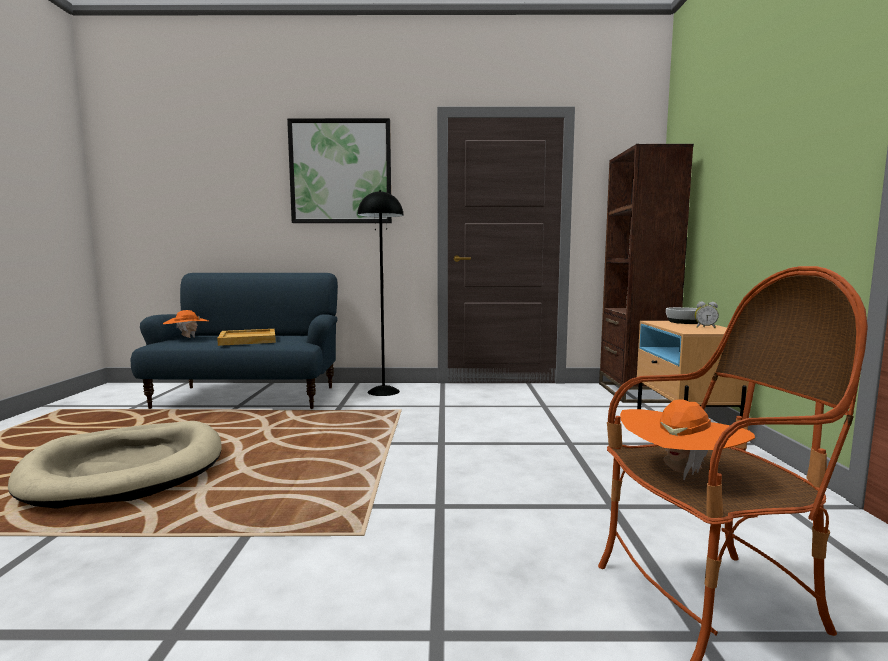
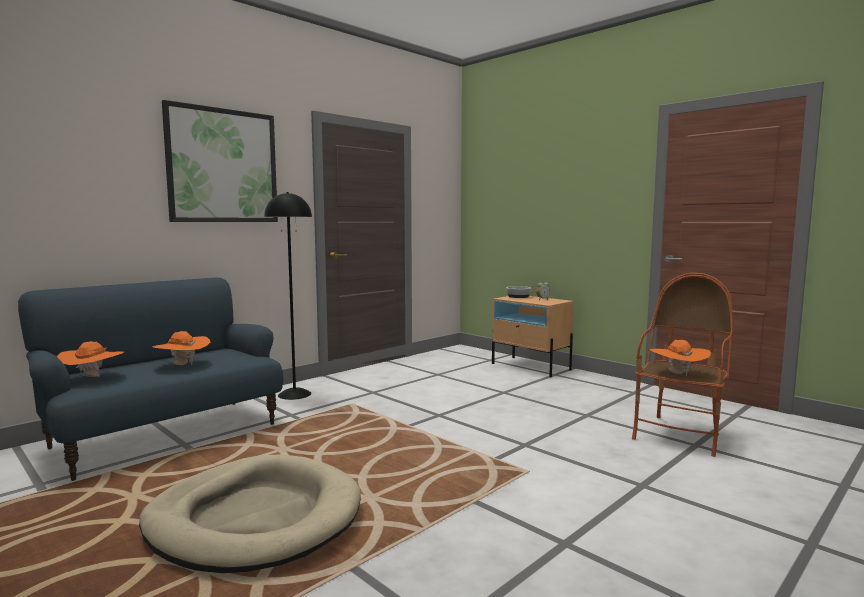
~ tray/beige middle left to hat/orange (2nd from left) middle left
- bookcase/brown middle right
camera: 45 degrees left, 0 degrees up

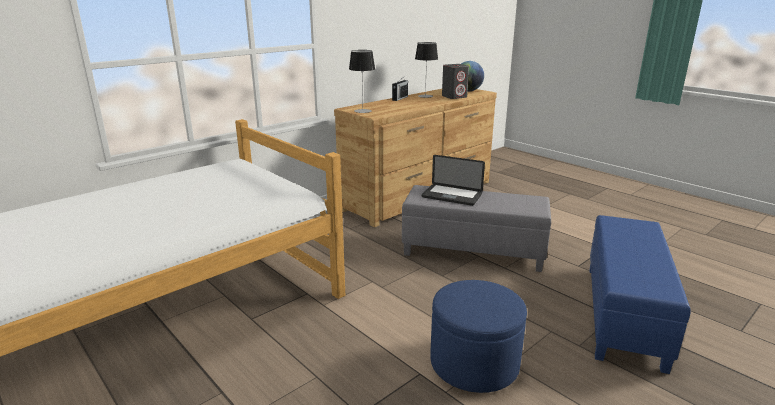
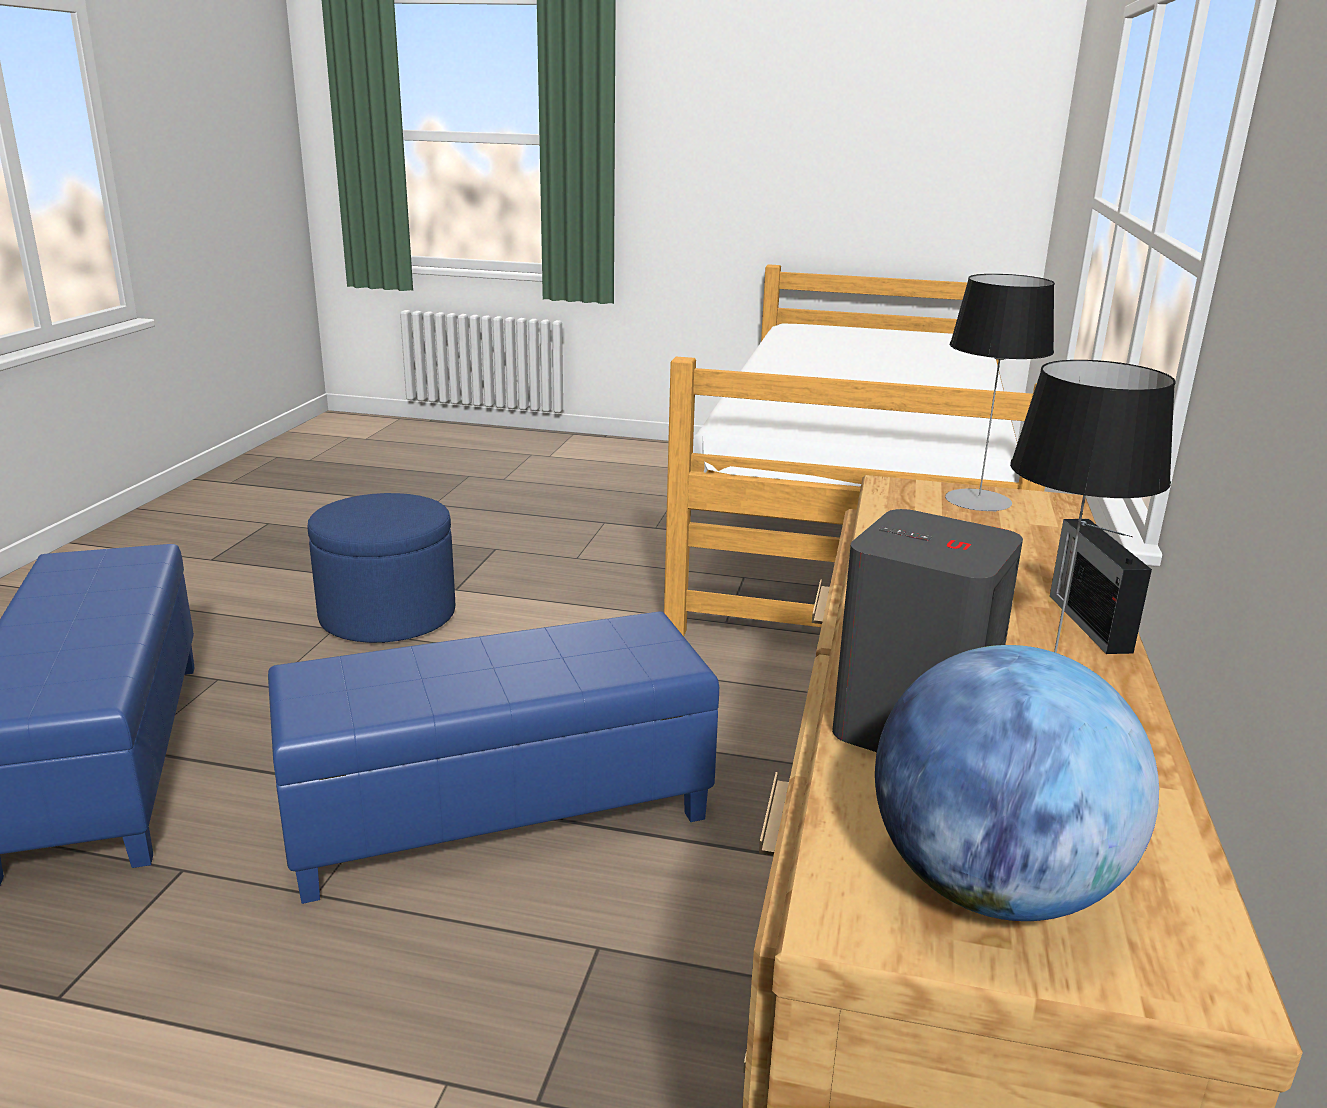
~ ottoman/grey centre to ottoman/blue (3rd from left) bottom centre
- laptop centre
camera: 145 degrees right, 0 degrees up

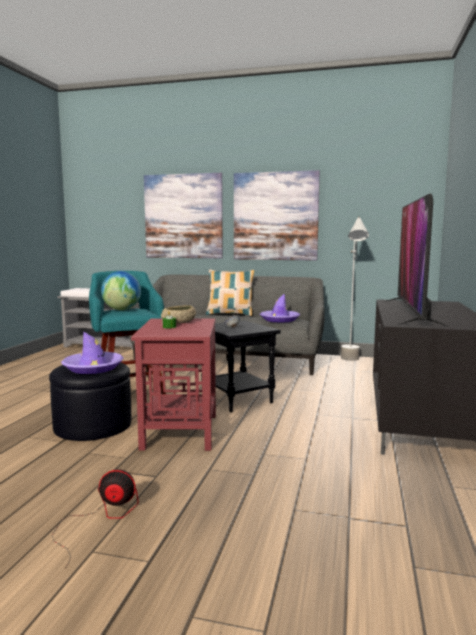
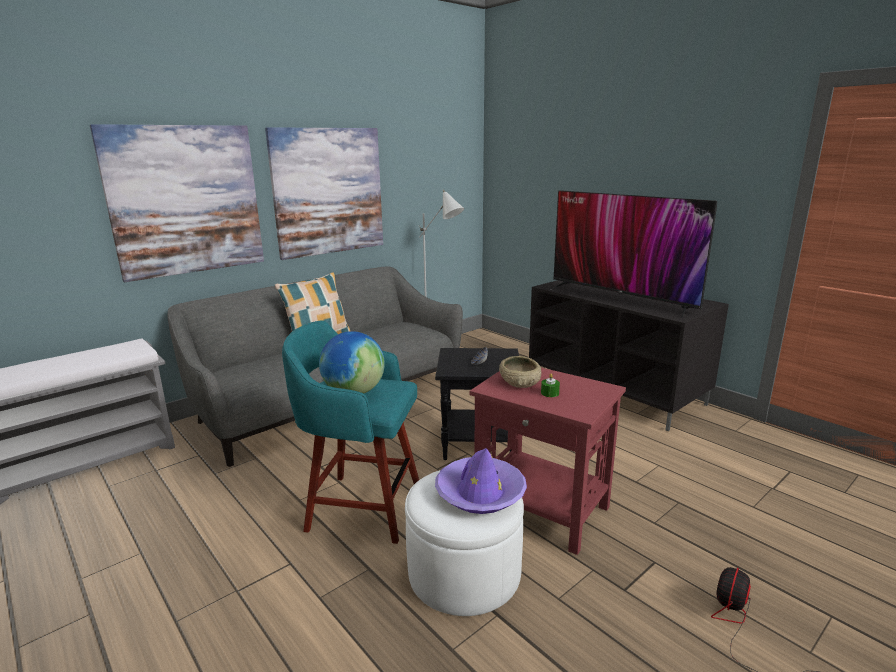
~ ottoman/black middle left to ottoman/white bottom centre
- hat/purple (2nd from left) centre
camera: 55 degrees left, 10 degrees up

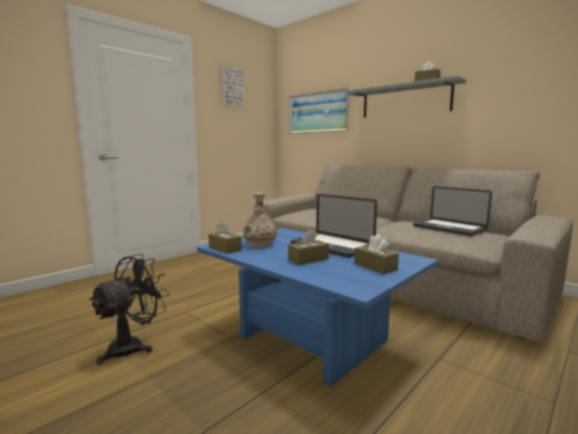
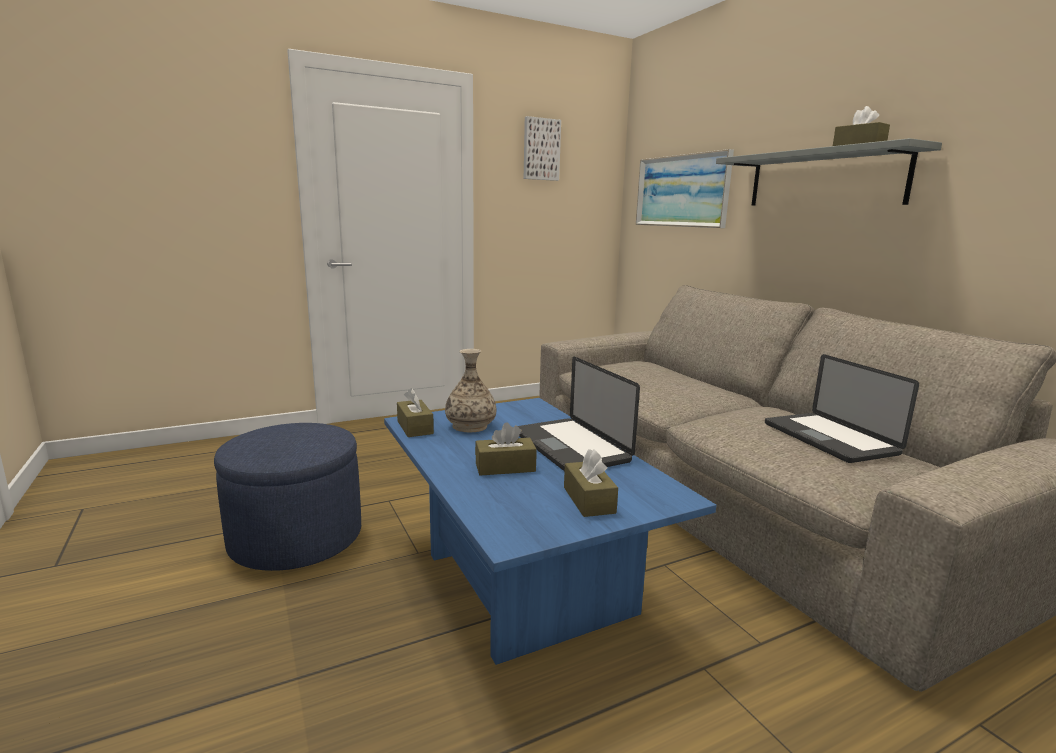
~ fan/black bottom left to ottoman/blue middle left
camera: 20 degrees right, 5 degrees up

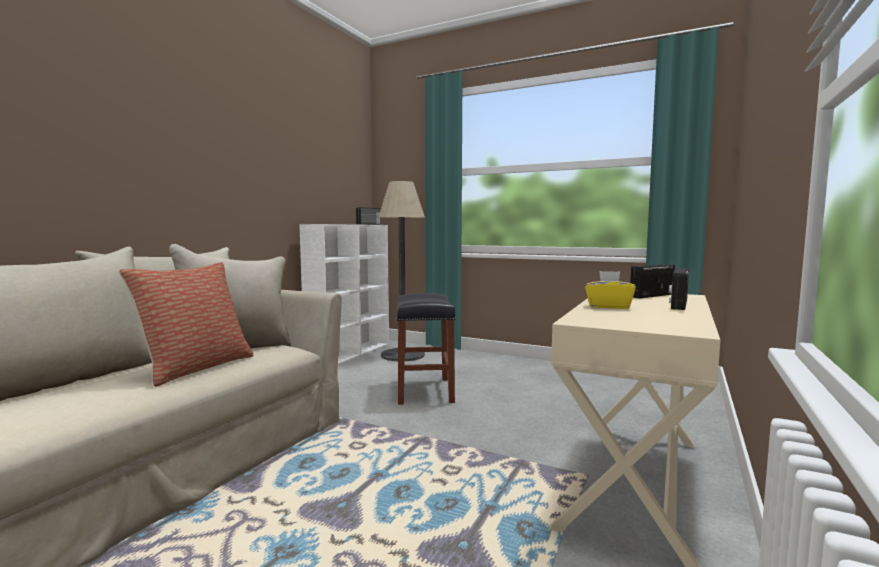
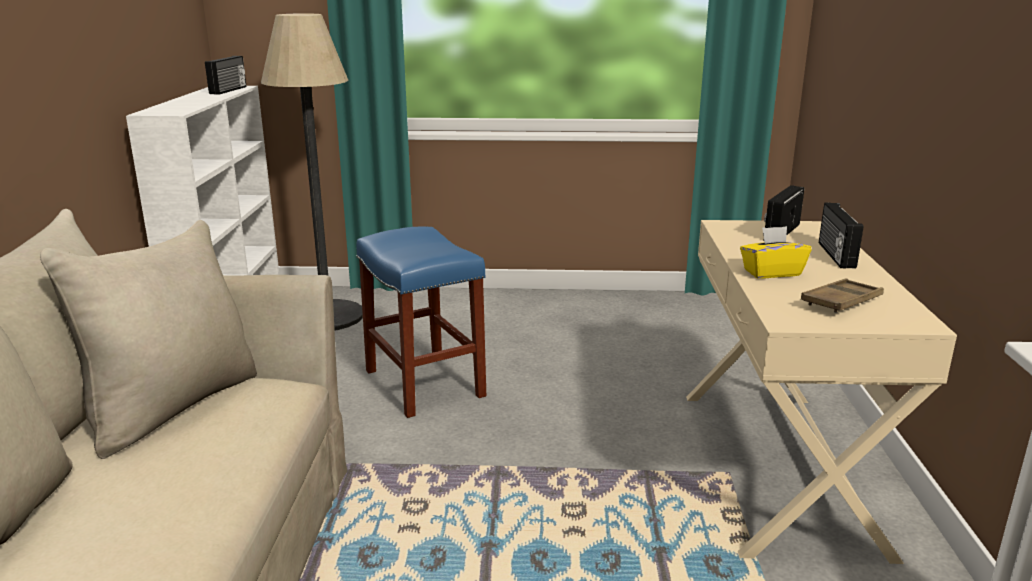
- pillow middle left
~ stool/black centre to stool/blue centre
+ tray/brown middle right
camera: 25 degrees left, 15 degrees up

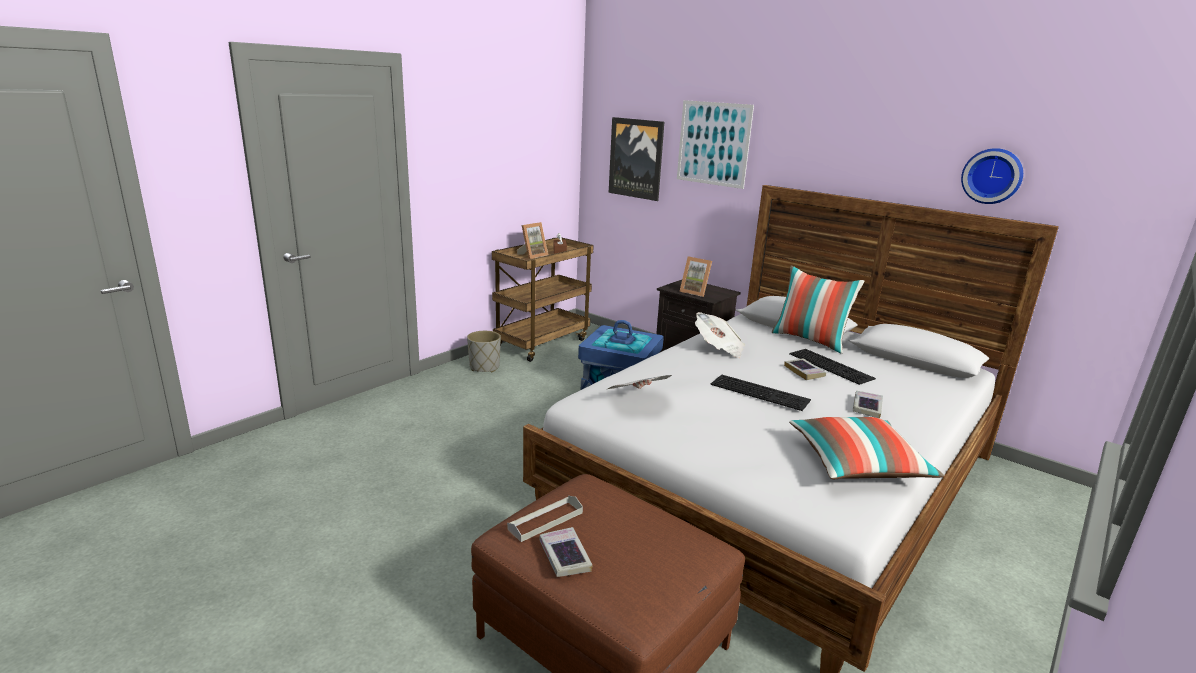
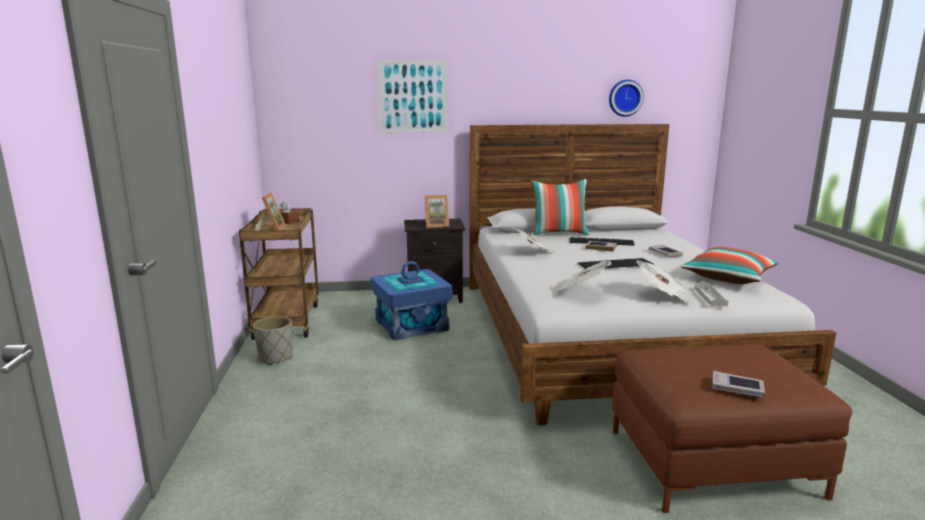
~ tray/grey bottom centre to middle right
- picture (1st from left) top centre
+ newspaper (3rd from left) middle right
camera: 45 degrees left, 5 degrees down

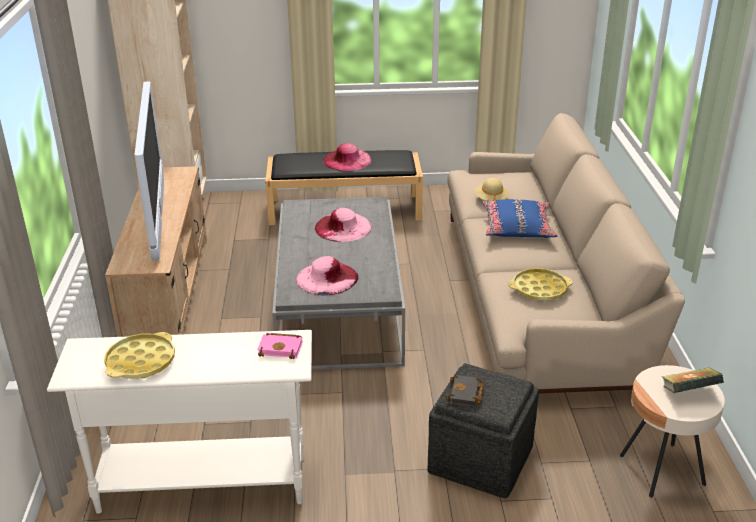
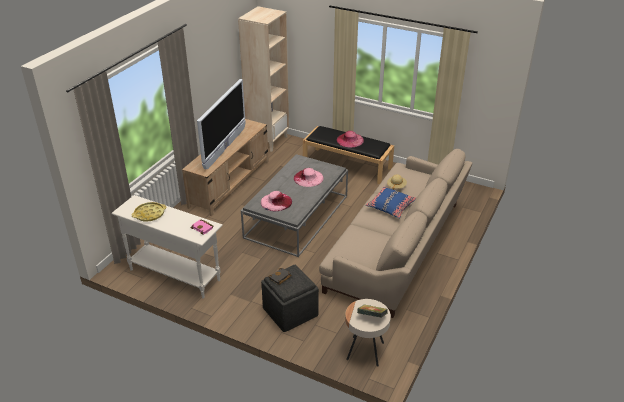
- tray/yellow (2nd from left) middle right
camera: 30 degrees right, 5 degrees up

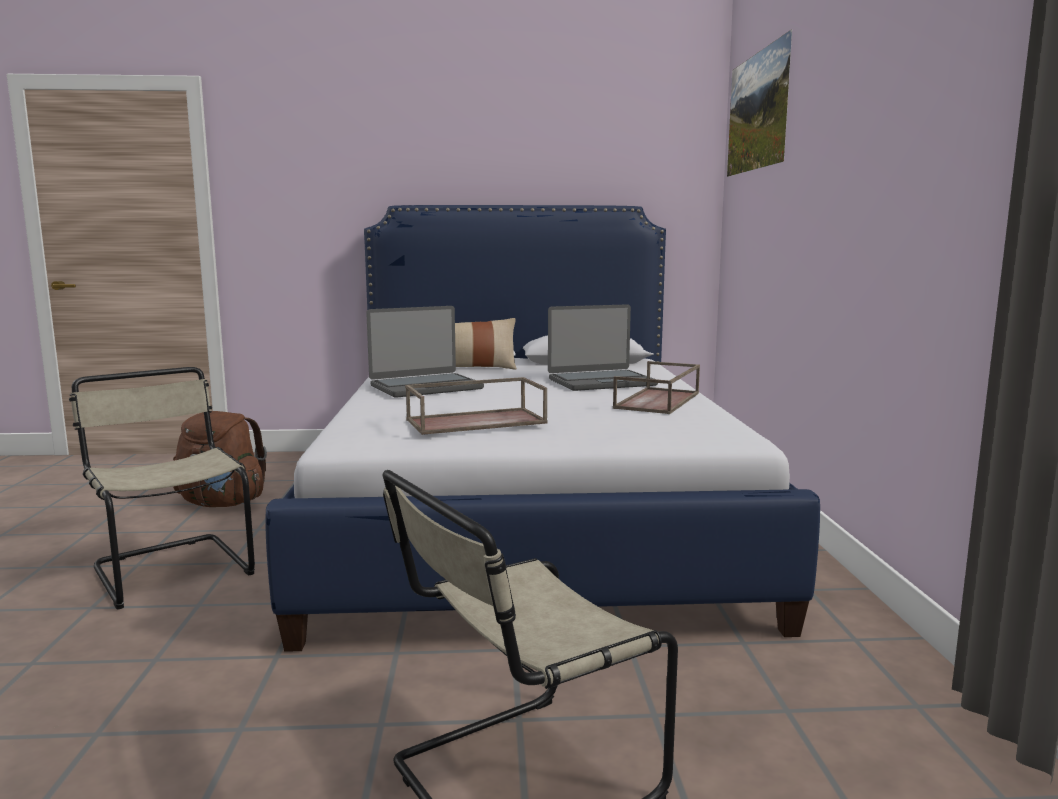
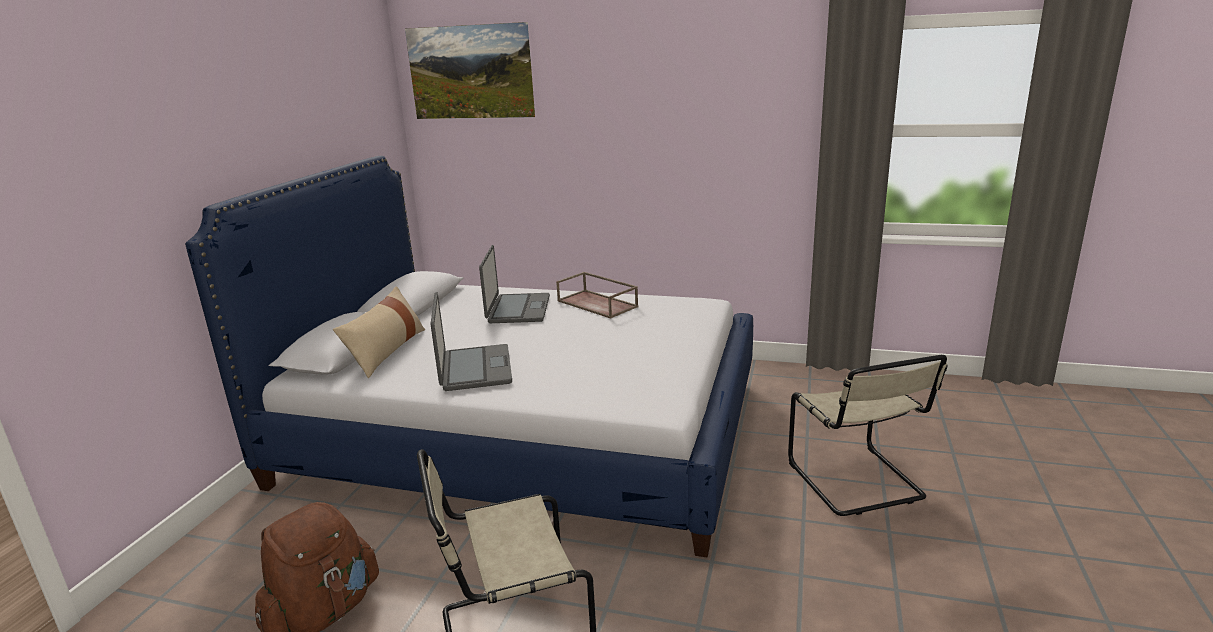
- tray/brown (1st from left) centre
camera: 70 degrees left, 10 degrees up

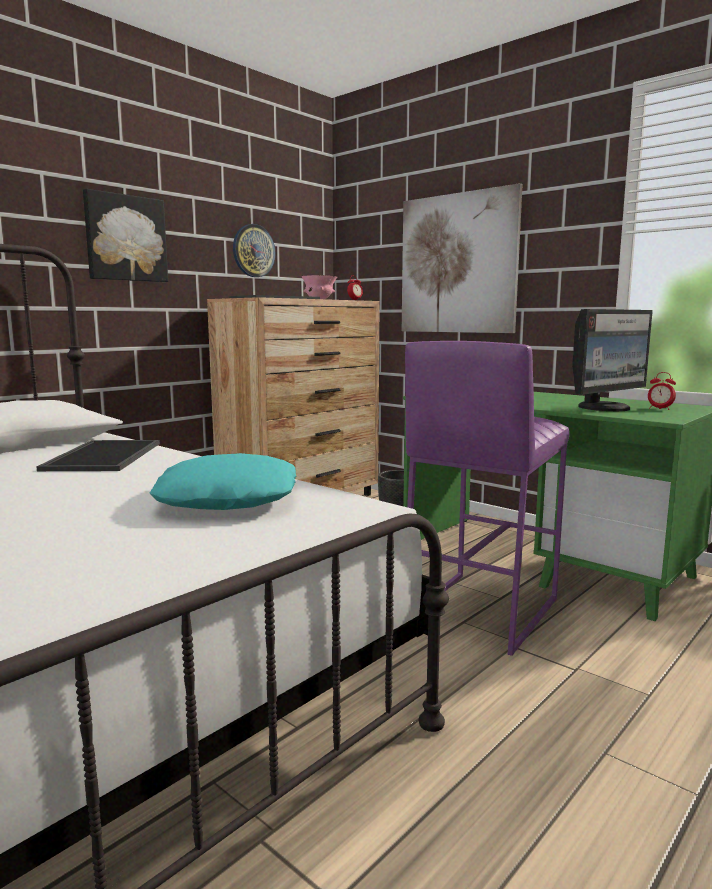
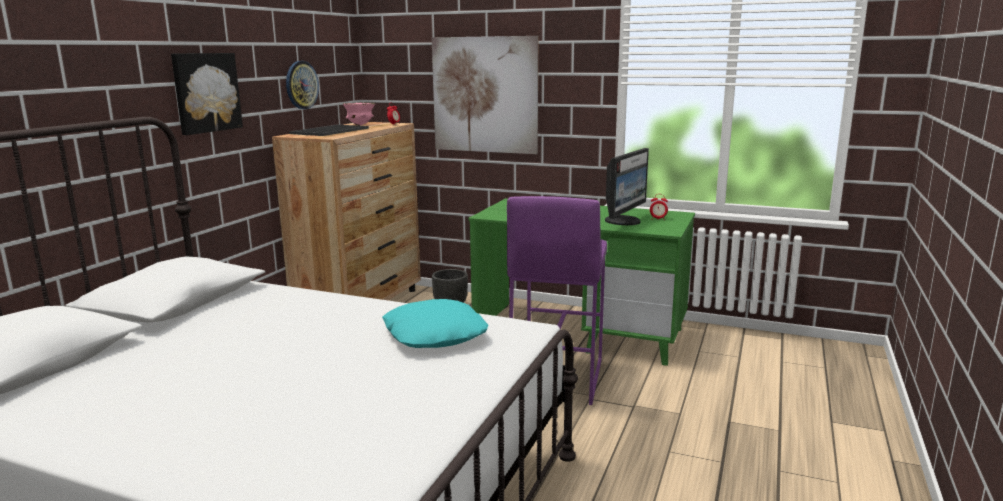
- tray (1st from left) middle left
camera: 20 degrees left, 5 degrees up

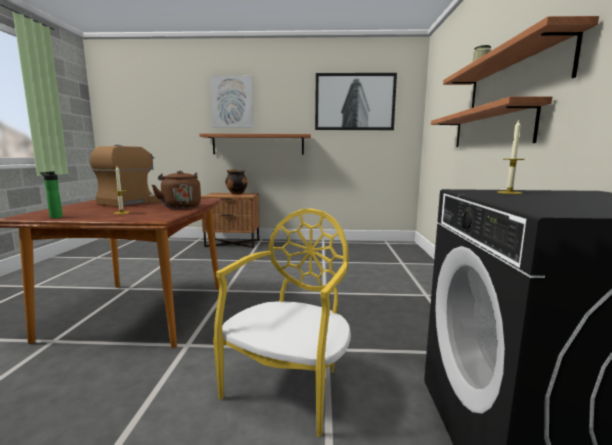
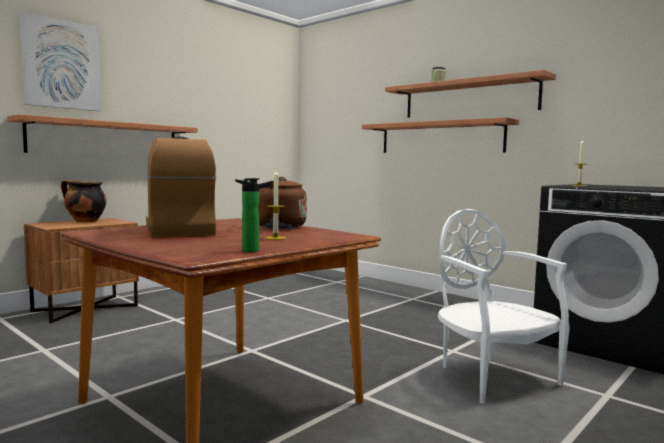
~ chair/yellow bottom centre to chair/white bottom right
- picture (2nd from left) top centre
camera: 50 degrees left, 5 degrees down

